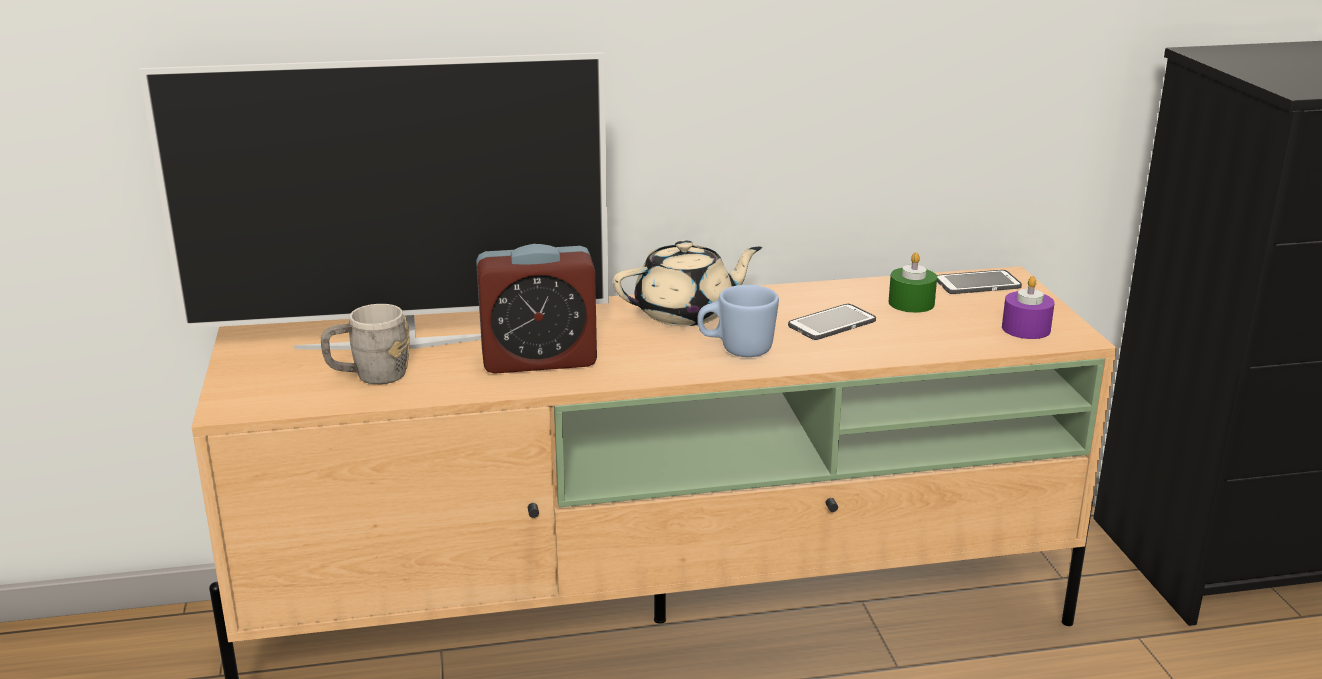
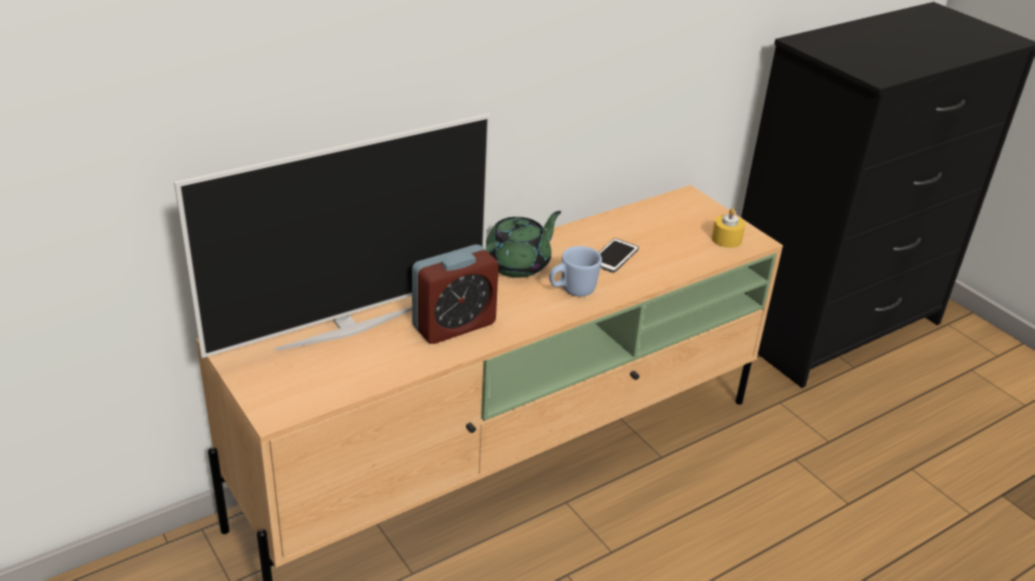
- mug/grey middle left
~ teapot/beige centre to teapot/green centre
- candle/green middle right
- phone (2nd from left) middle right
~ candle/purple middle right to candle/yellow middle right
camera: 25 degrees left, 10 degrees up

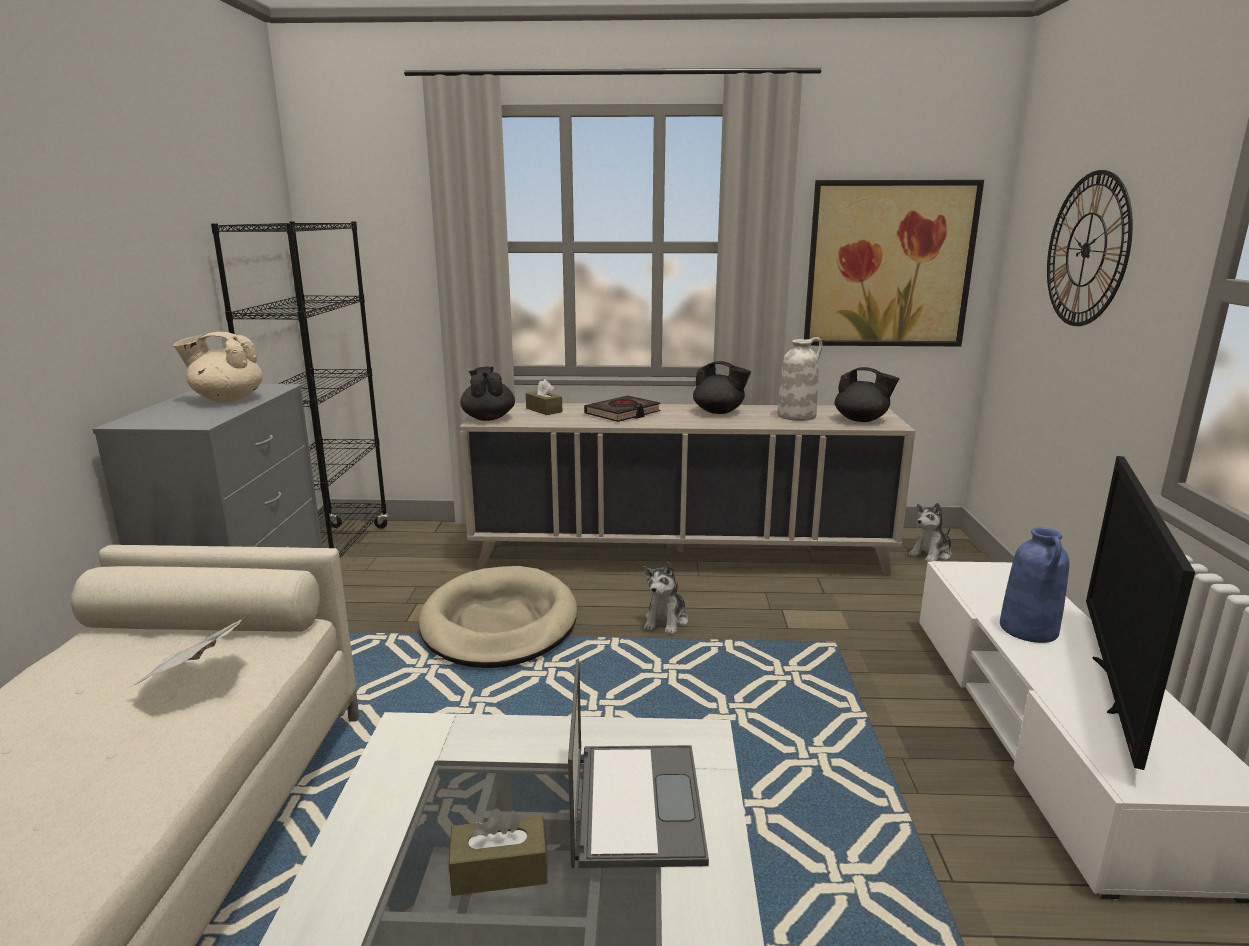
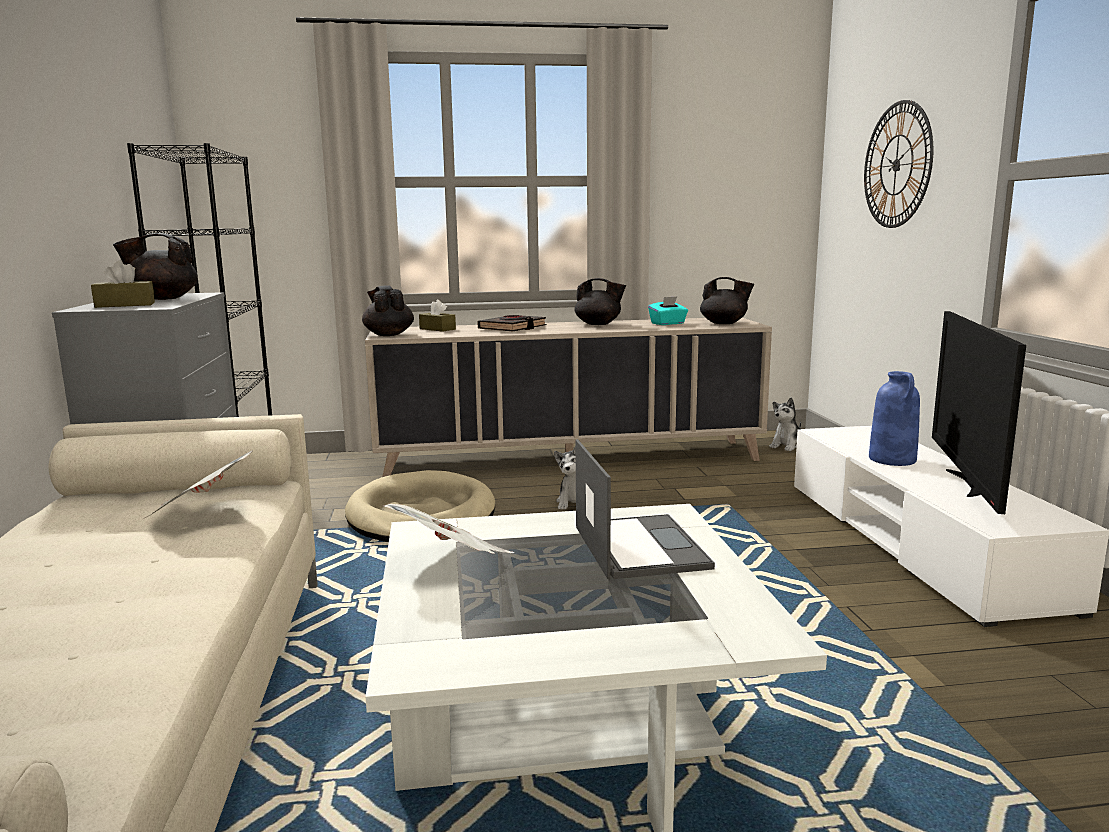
~ teapot/beige middle left to teapot/black (1st from left) top left
~ tissue box/brown (1st from left) bottom centre to middle left
~ vase/white centre to tissue box/turquoise centre
- picture top right
+ newspaper (2nd from left) centre
camera: 10 degrees left, 5 degrees down

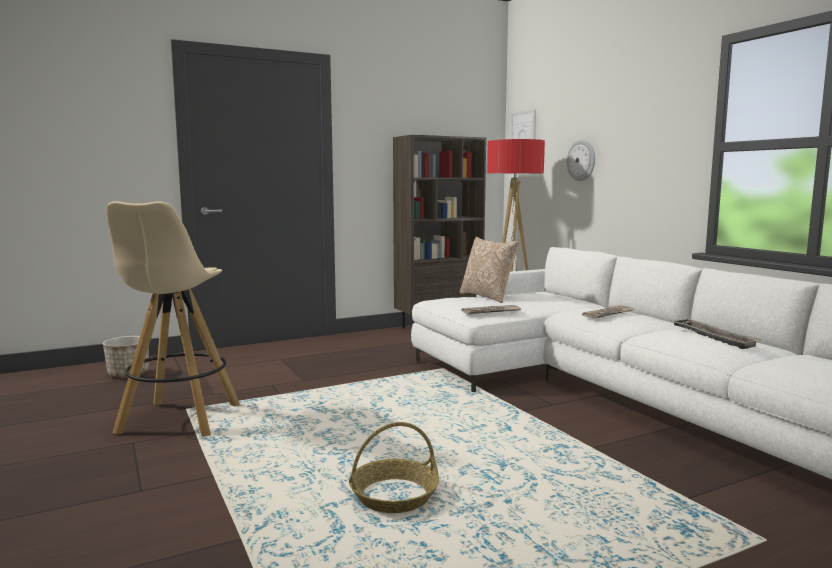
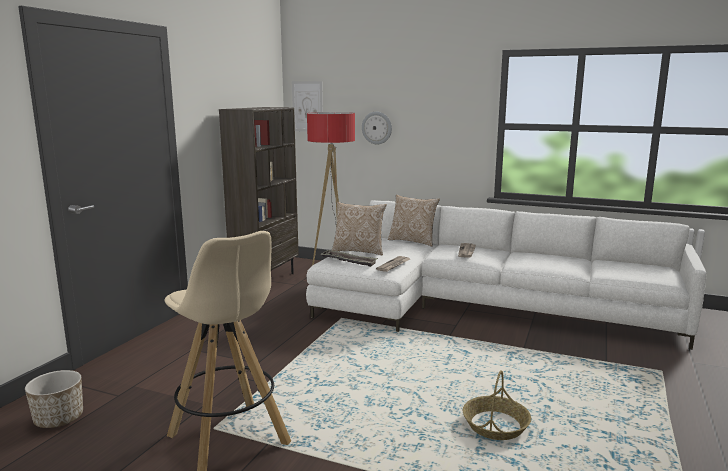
~ tray middle right to centre
+ pillow (2nd from left) centre
camera: 40 degrees left, 5 degrees up

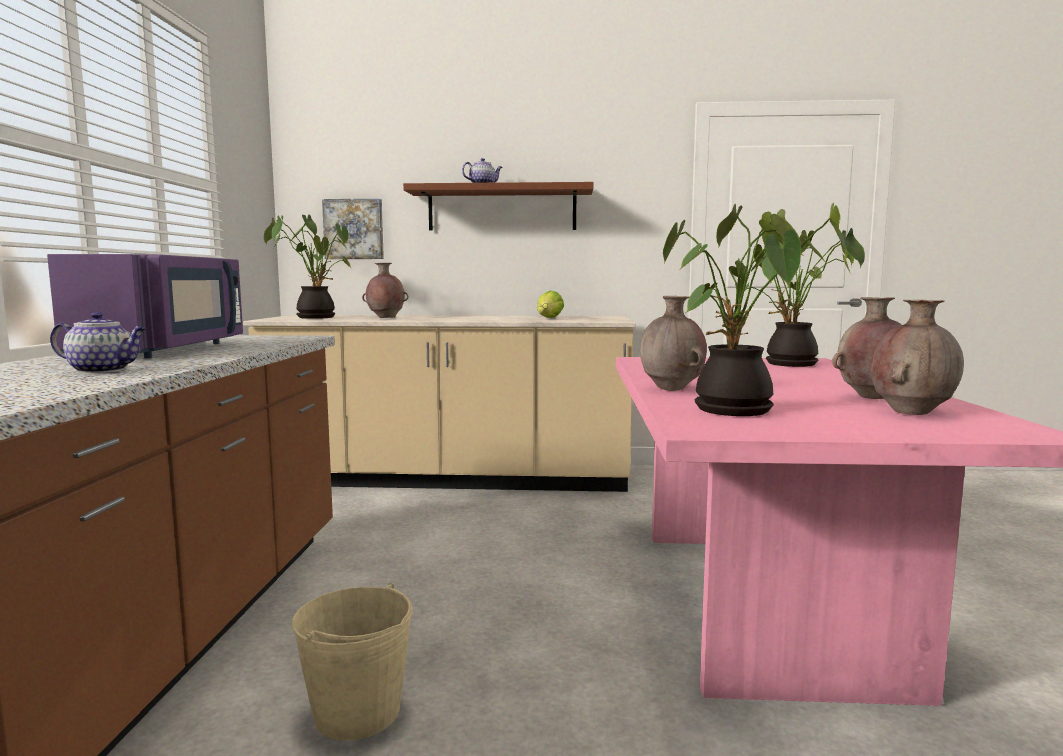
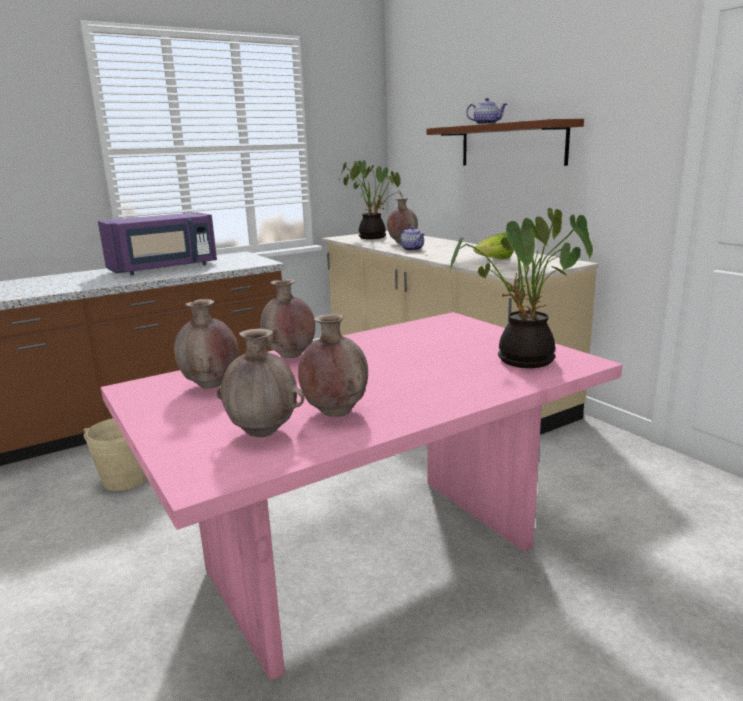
~ teapot (1st from left) middle left to centre
- picture top left
~ potted plant (2nd from left) middle right to vase/brown (1st from left) middle left
camera: 55 degrees right, 10 degrees up

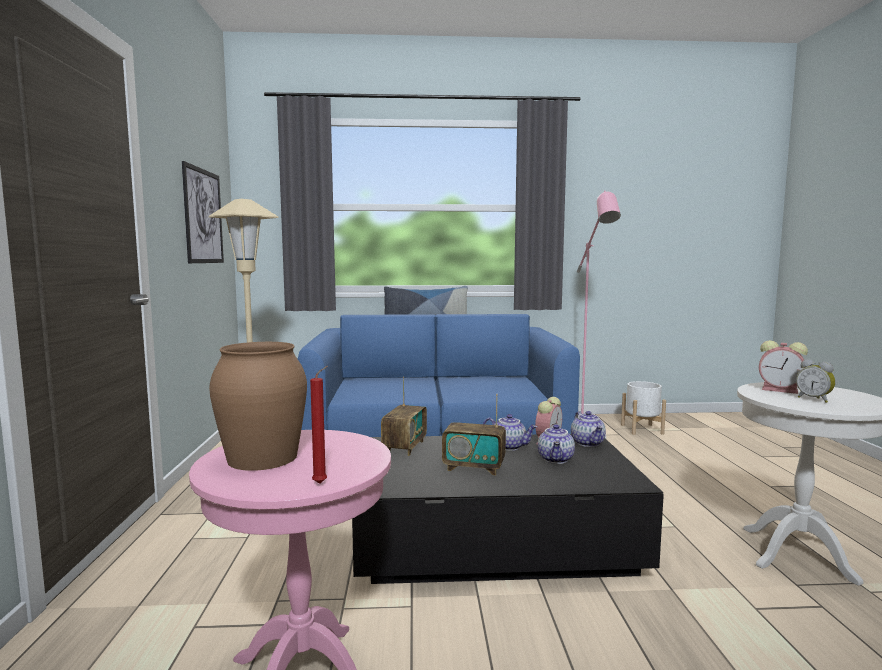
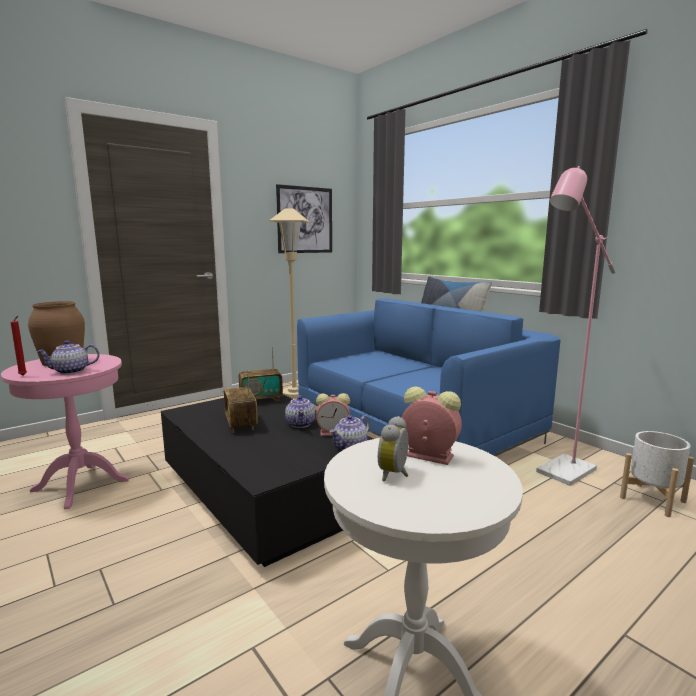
~ teapot (2nd from left in the first image) centre to teapot (1st from left) middle left
~ alarm clock (2nd from left in the first image) middle right = centre 120 degrees clockwise
camera: 55 degrees right, 5 degrees up

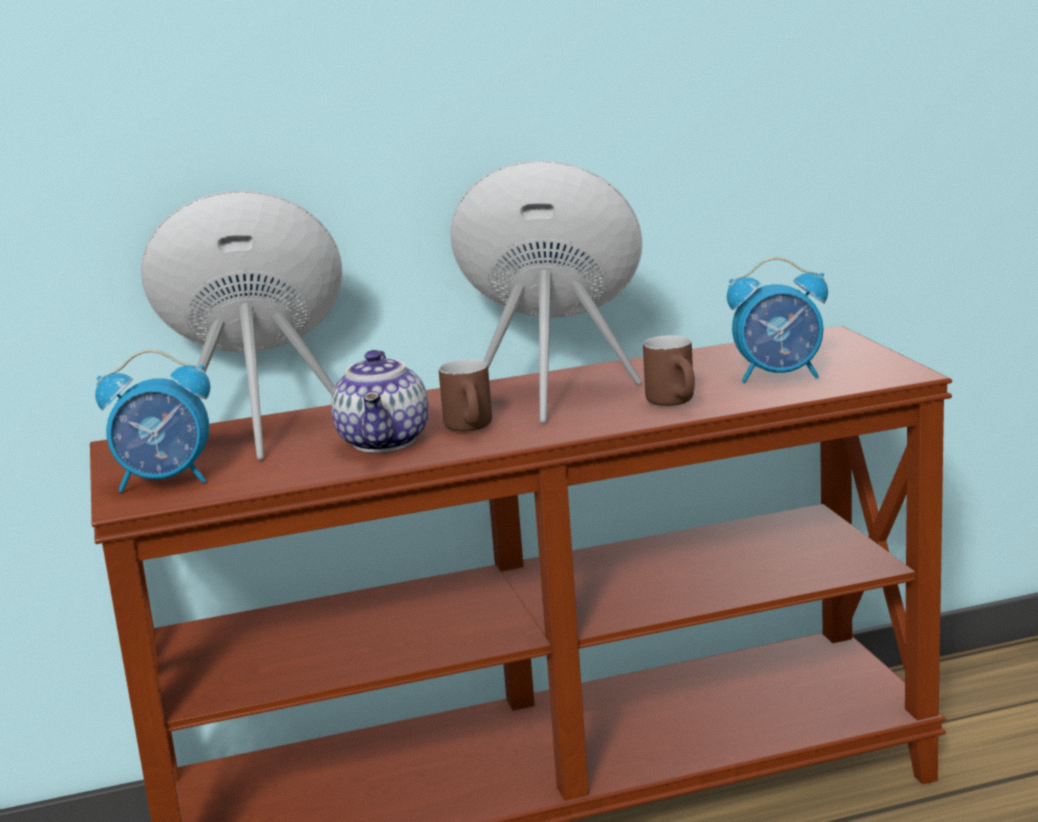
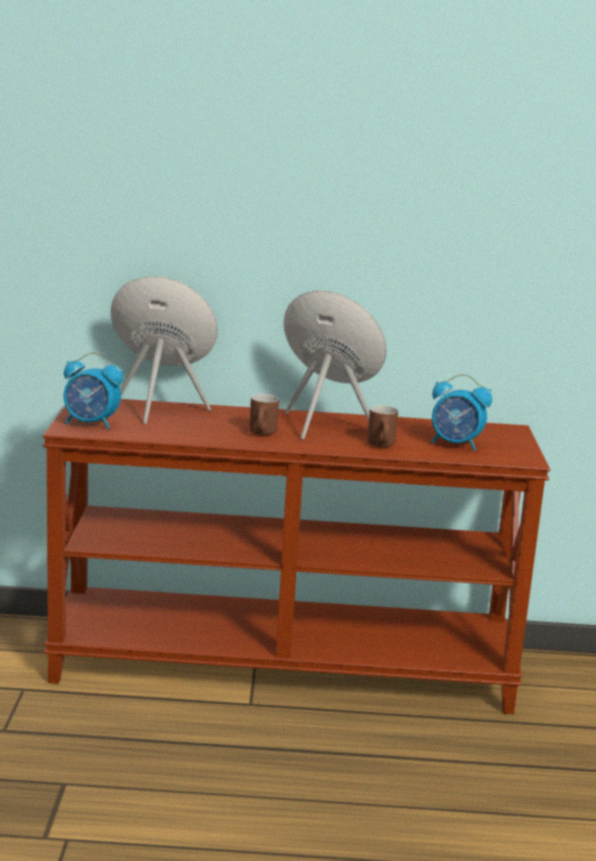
- teapot centre
camera: 15 degrees right, 0 degrees up

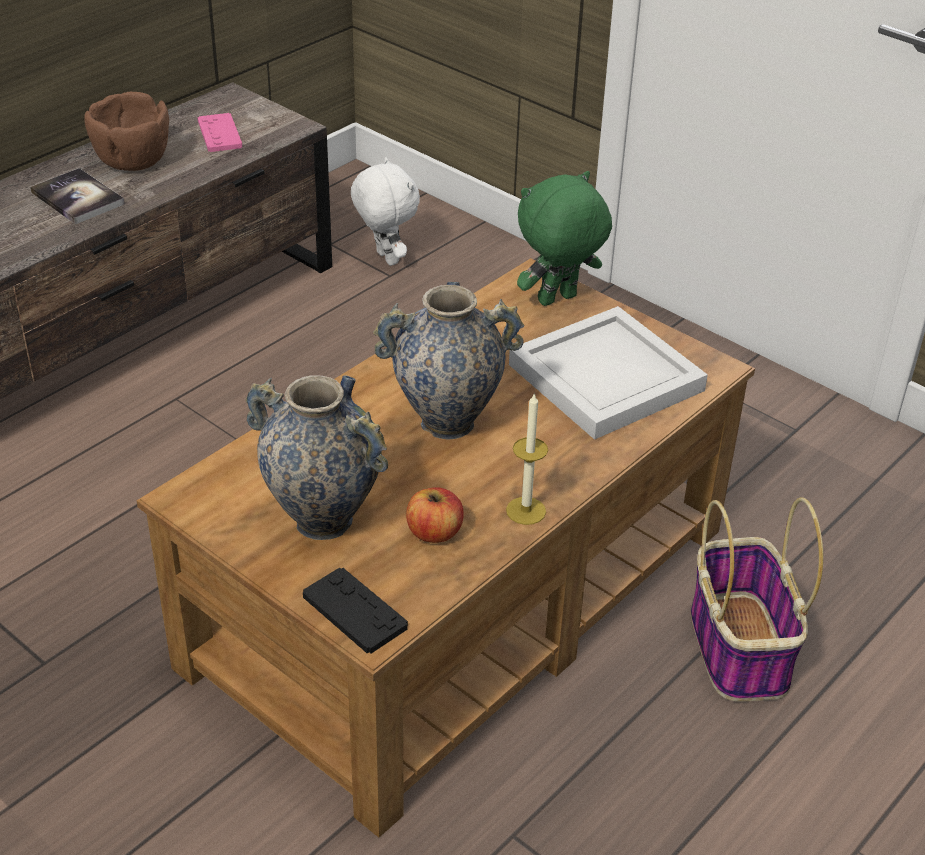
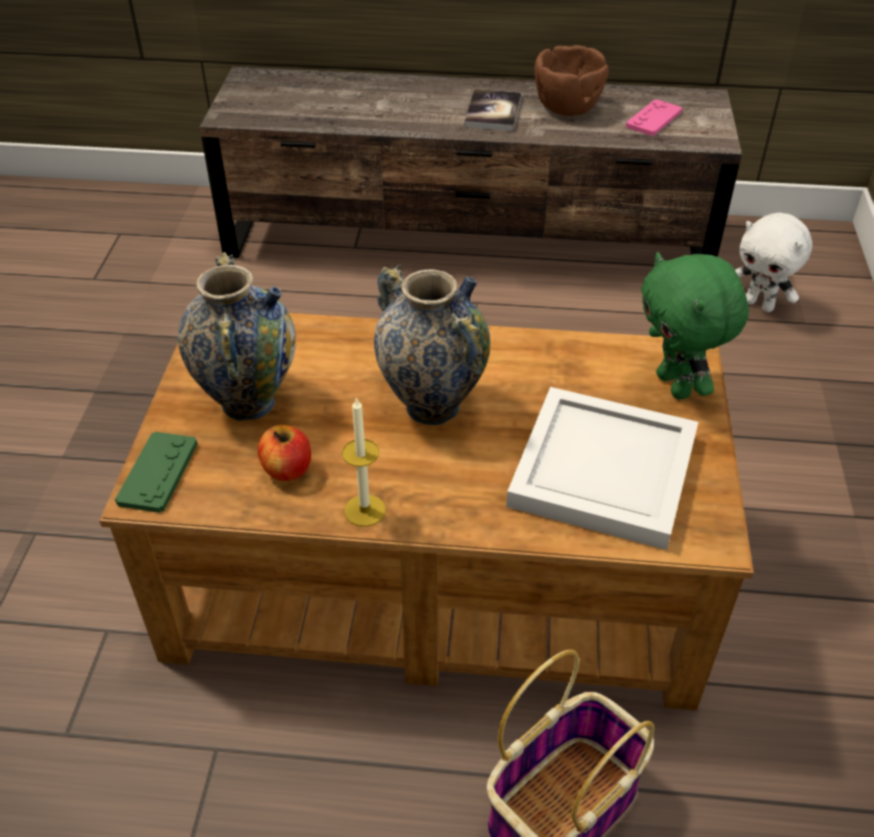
~ game controller/black bottom centre to game controller/green middle left
~ plush toy/white top centre = top right 105 degrees clockwise
~ plush toy/green top centre = middle right 135 degrees counterclockwise
camera: 55 degrees right, 5 degrees up

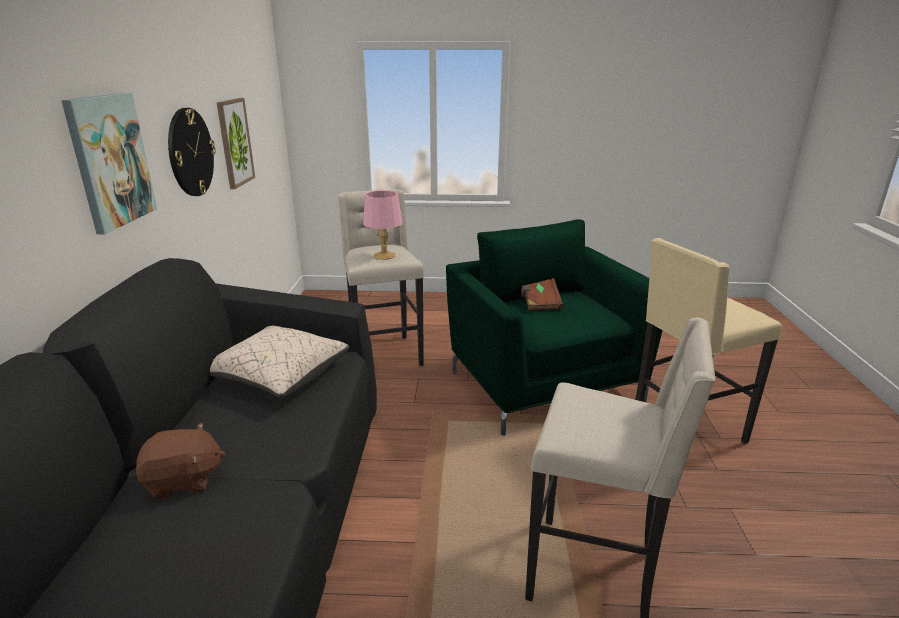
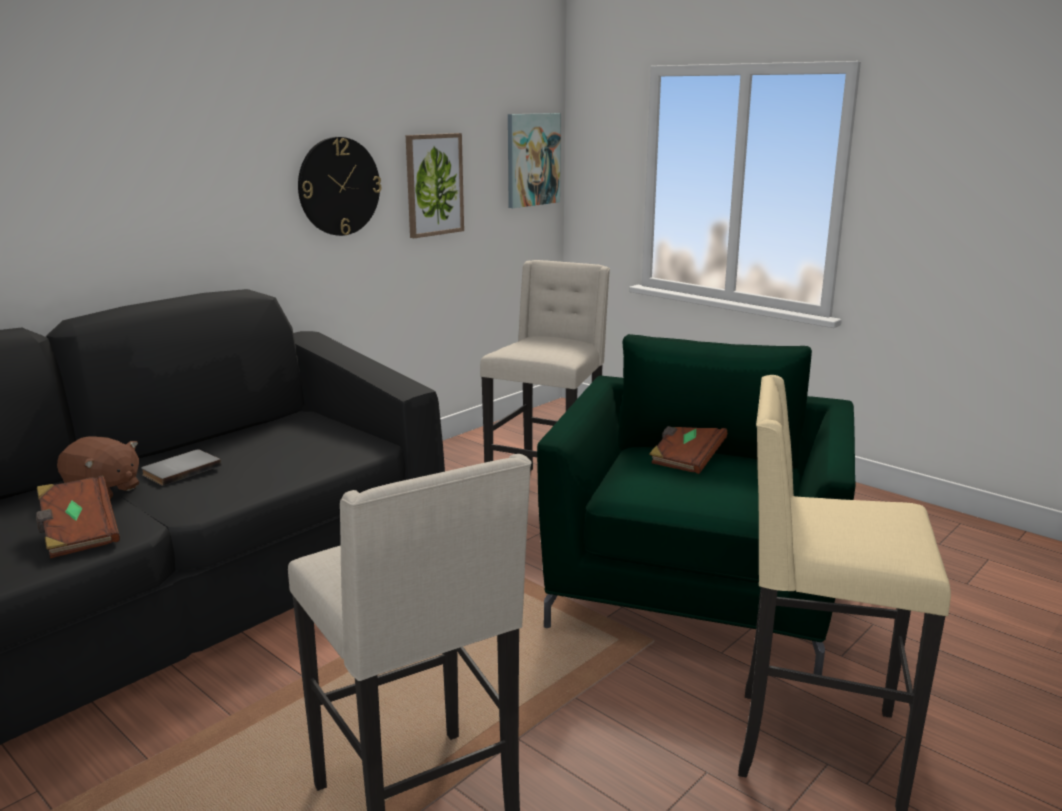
~ picture (1st from left in the first image) top left to picture (2nd from left) top centre
- pillow/beige middle left
- table lamp/pink centre
+ book/brown (1st from left) middle left
+ book/grey middle left
camera: 40 degrees right, 5 degrees down

